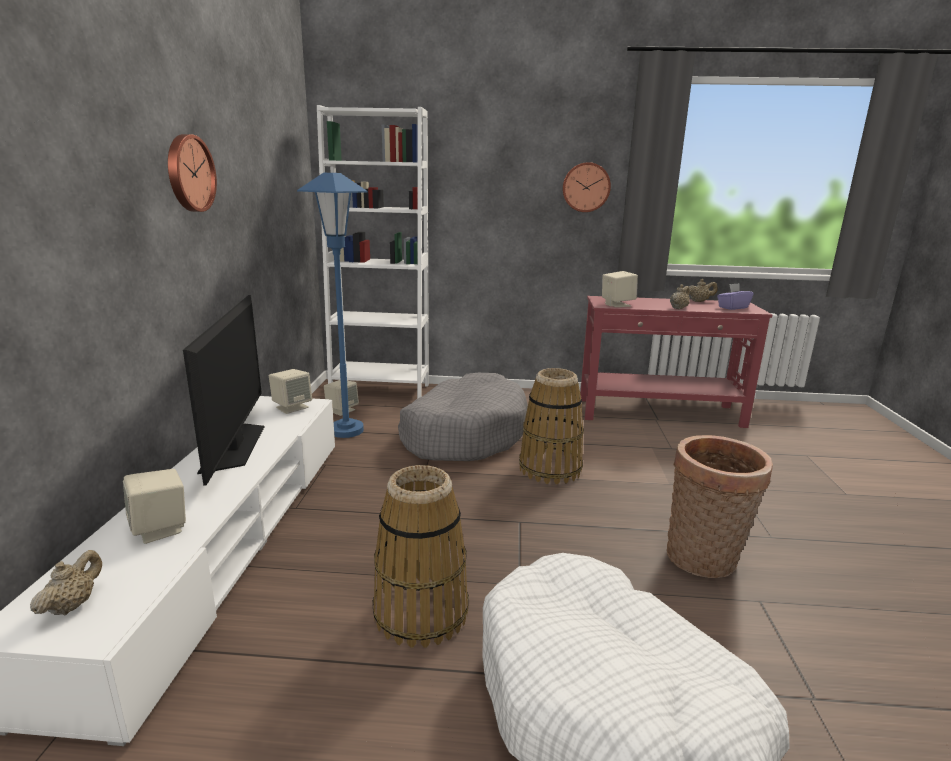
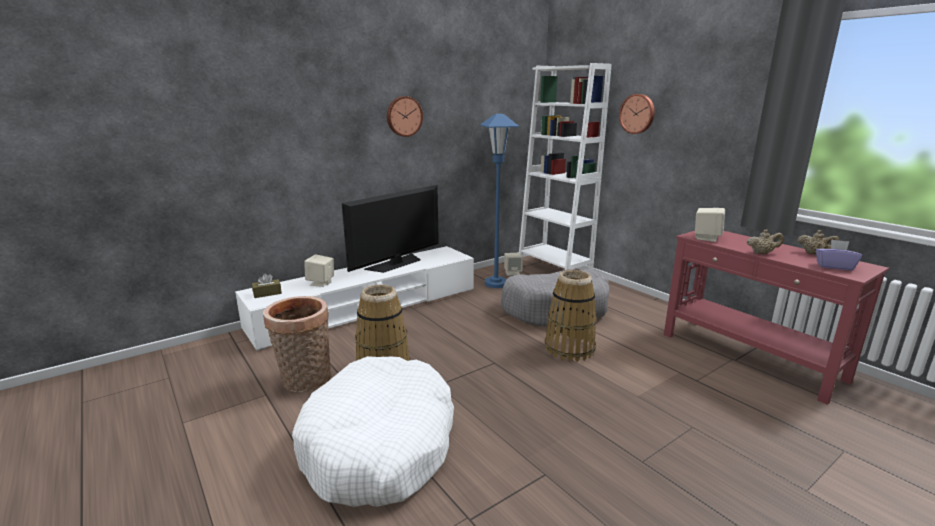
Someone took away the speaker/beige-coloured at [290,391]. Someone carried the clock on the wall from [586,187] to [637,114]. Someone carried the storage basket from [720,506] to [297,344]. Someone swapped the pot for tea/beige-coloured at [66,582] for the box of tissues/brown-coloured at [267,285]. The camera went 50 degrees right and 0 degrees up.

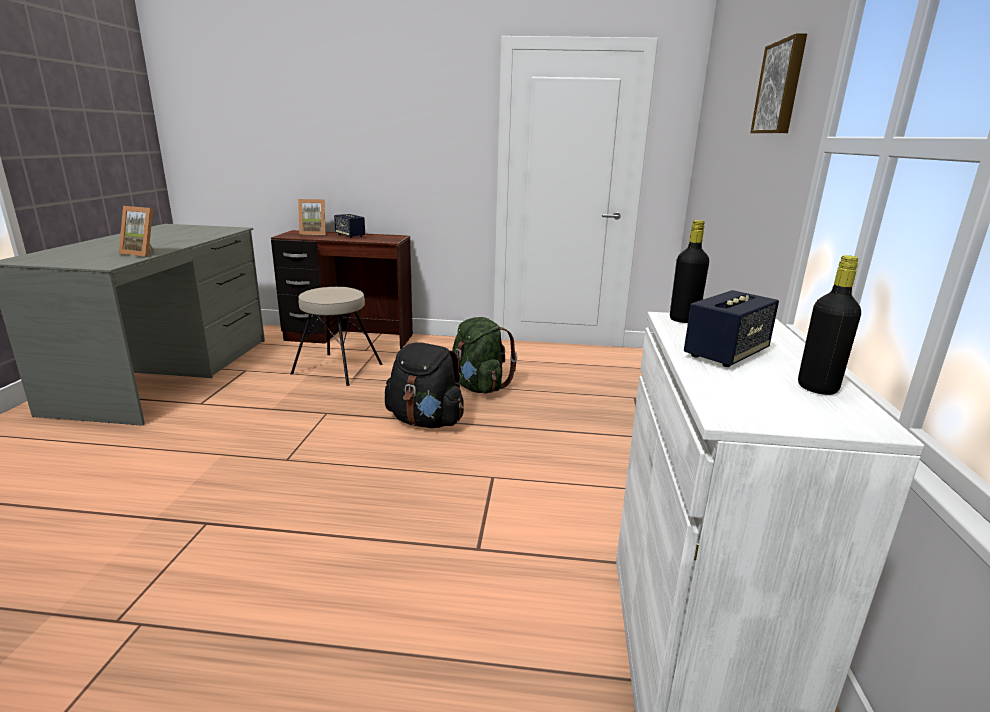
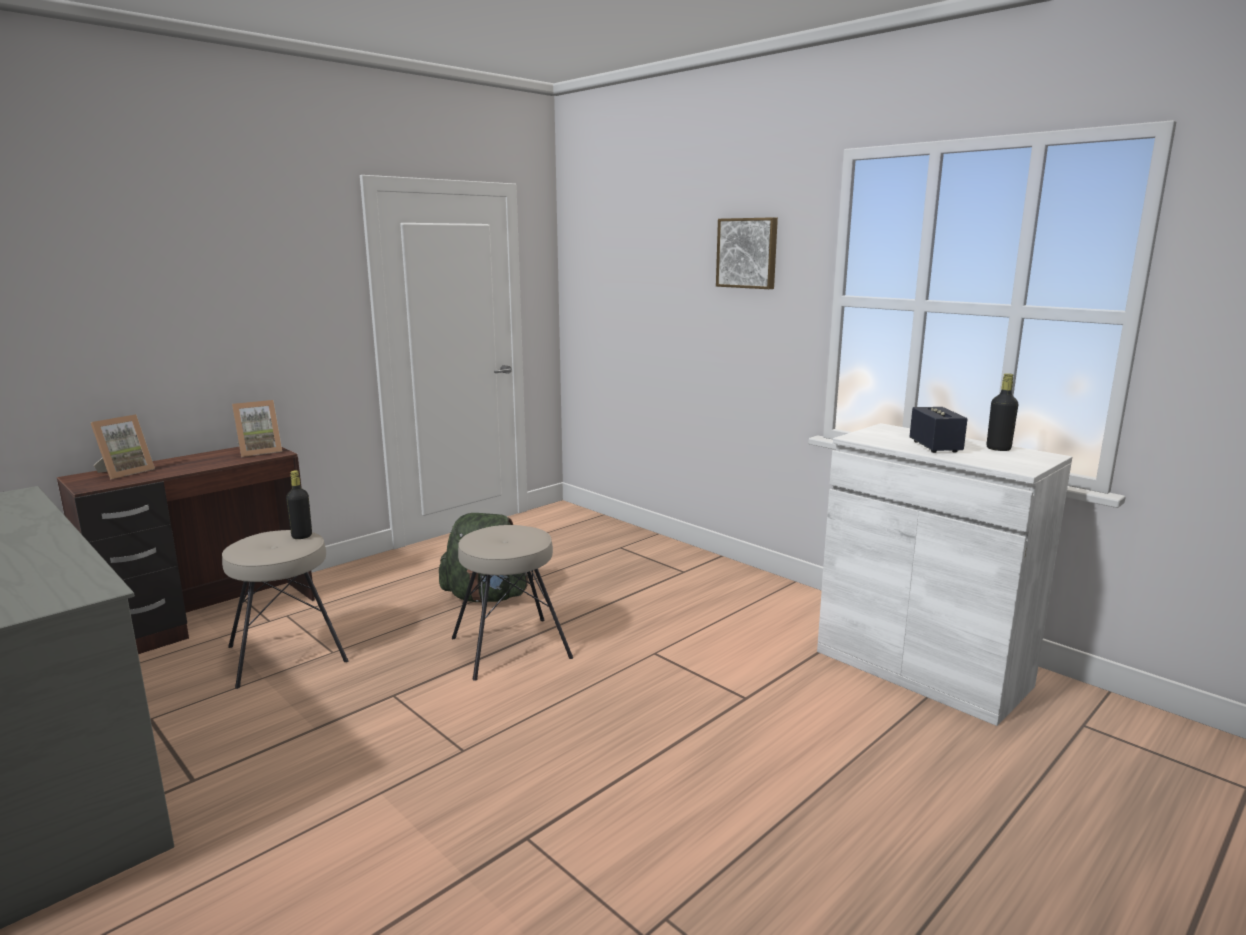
Someone took away the speaker at [349,226]. Someone carried the photo frame from [136,231] to [257,428]. Someone carried the beverage bottle/black-coloured from [689,271] to [299,504]. Someone swapped the rucksack/black-coloured at [424,385] for the stool/beige-coloured at [512,603]. The camera went 50 degrees left and 5 degrees down.

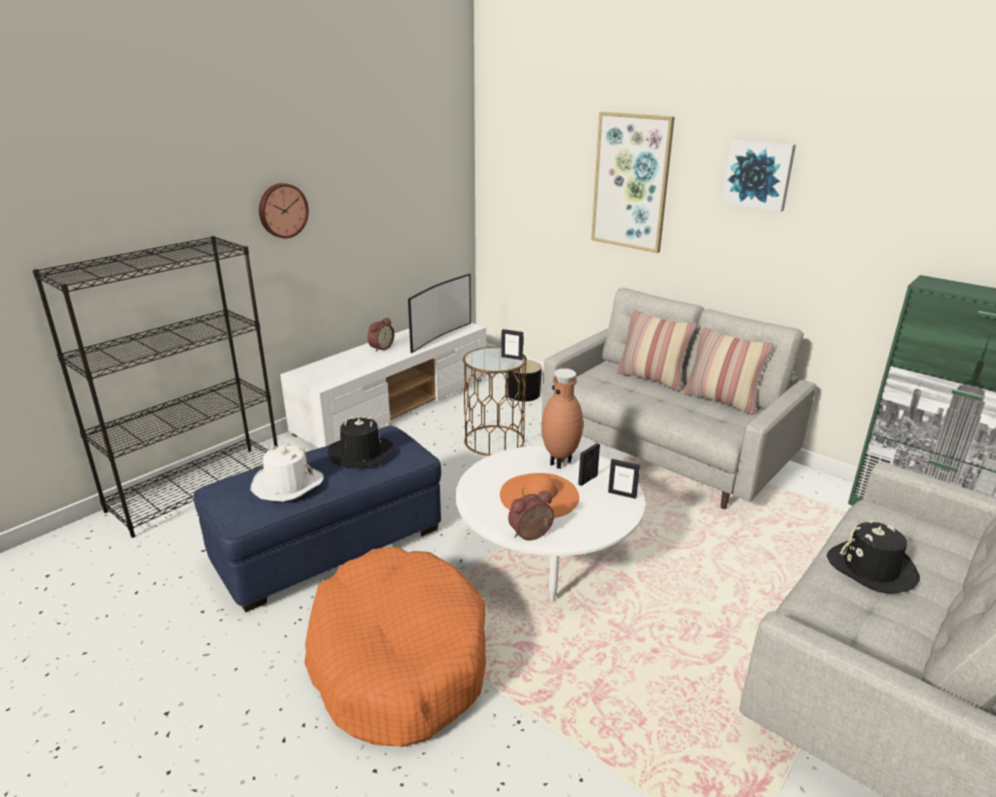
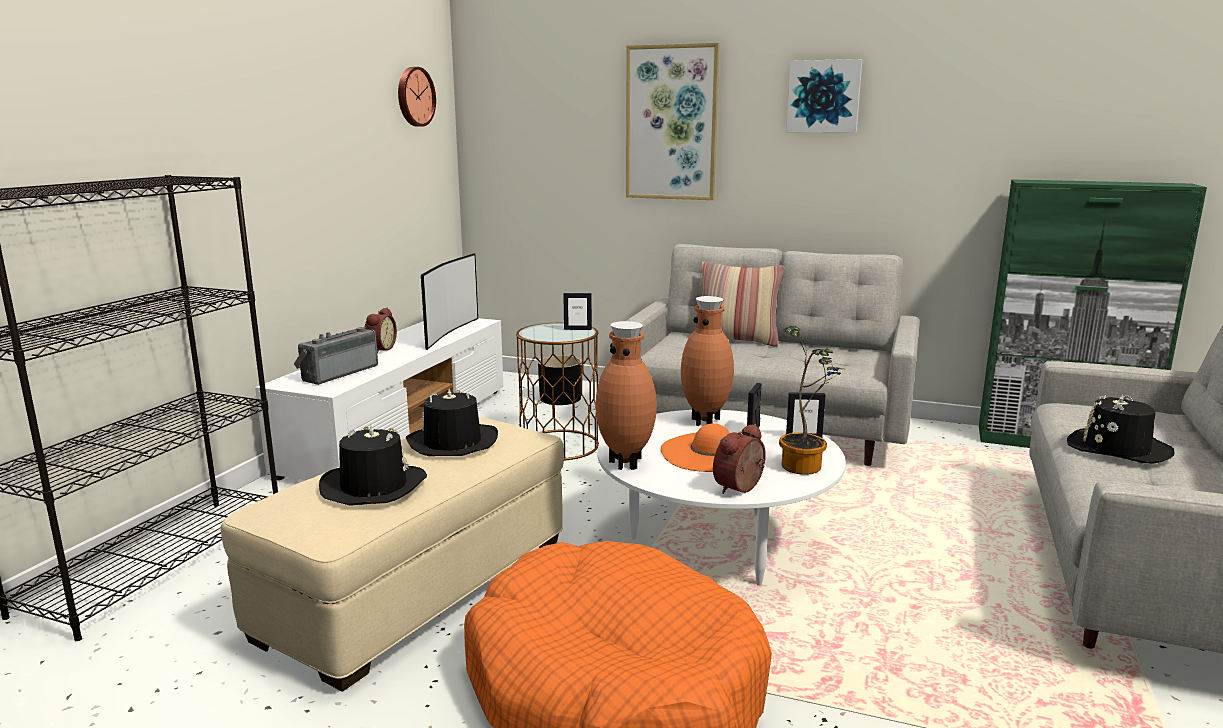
Someone took away the throw pillow at [728,371]. Someone put down the radio receiver at [336,356]. Someone put down the flower vase/brown-coloured at [626,395]. Someone put down the plant in a pot at [811,400]. Someone carried the clock on the wall from [284,210] to [417,97]. Someone repainted the pouffe/blue-coloured at [317,519], which became the pouffe/beige-coloured at [392,554]. Someone repainted the clothing hat/whitish at [287,472], which became the clothing hat/black-coloured at [373,466]. The camera went 20 degrees left and 10 degrees down.

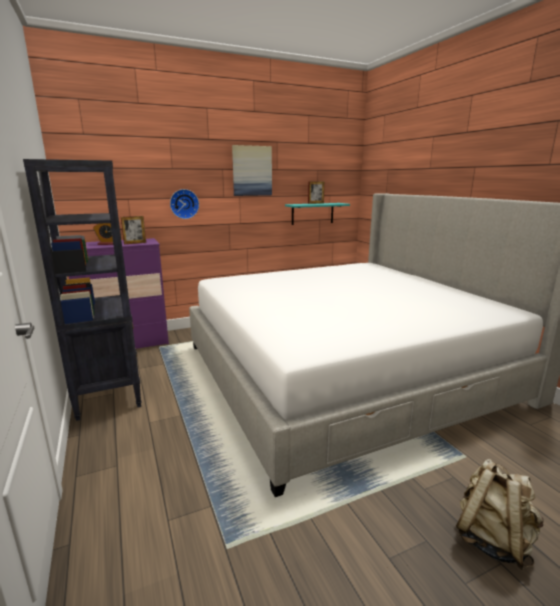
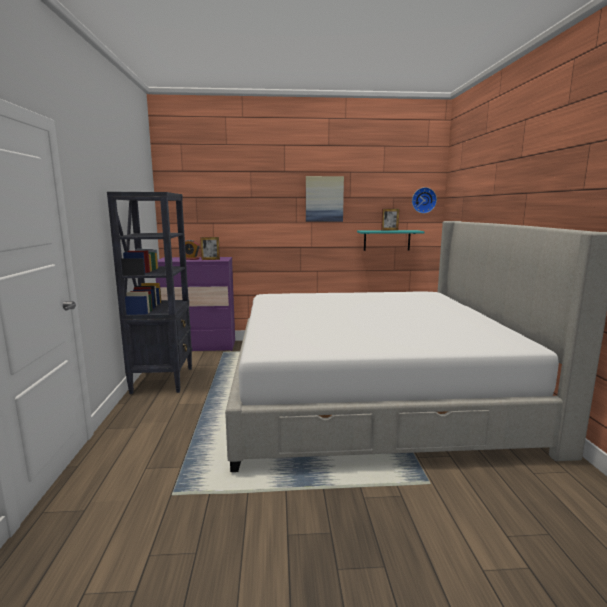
Someone took away the rucksack/beige-coloured at [500,514]. Someone carried the clock on the wall from [184,204] to [424,200]. The camera went 20 degrees right and 5 degrees down.

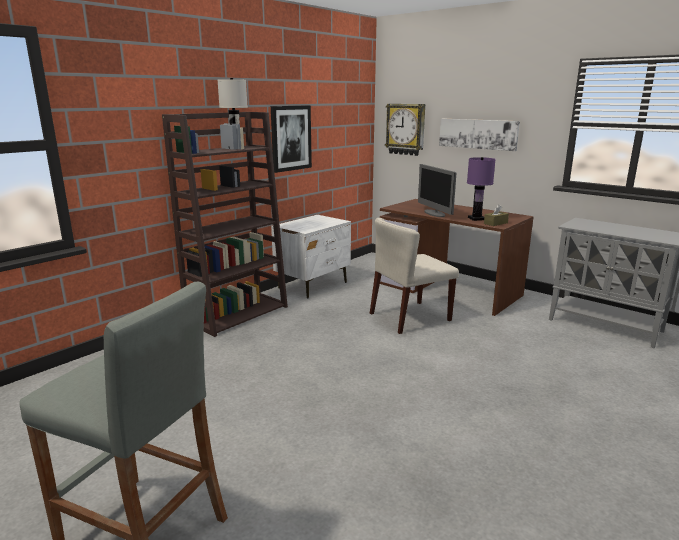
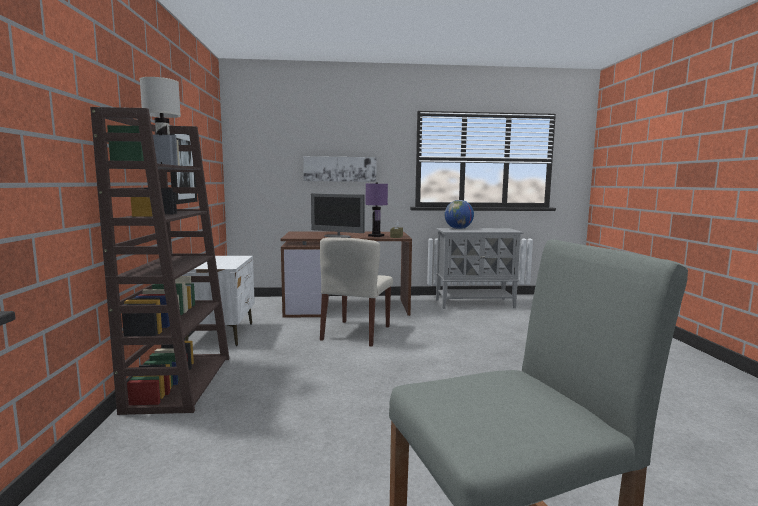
Someone took away the clock on the wall at [405,130]. Someone put down the globe at [459,214]. The camera went 45 degrees left and 10 degrees down.

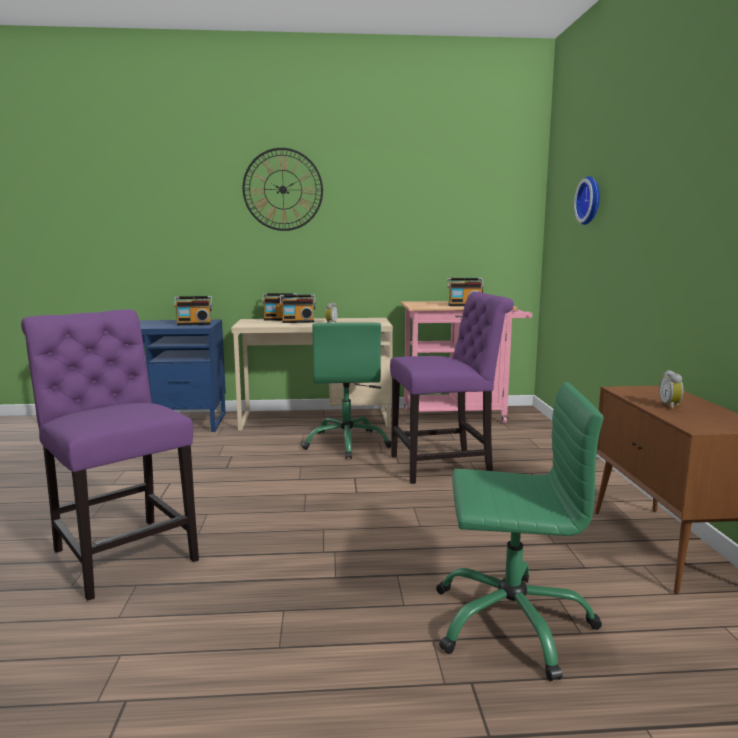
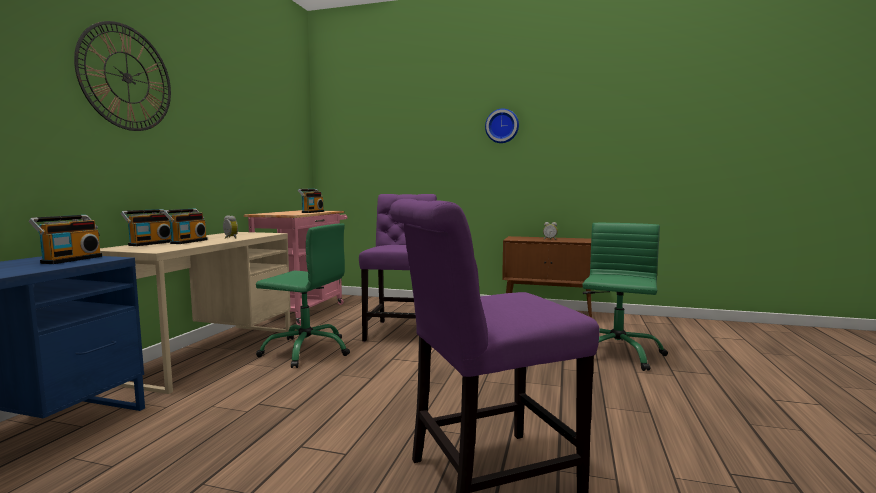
Someone carried the clock on the wall from [587,200] to [502,126]. The camera went 70 degrees left and 5 degrees down.

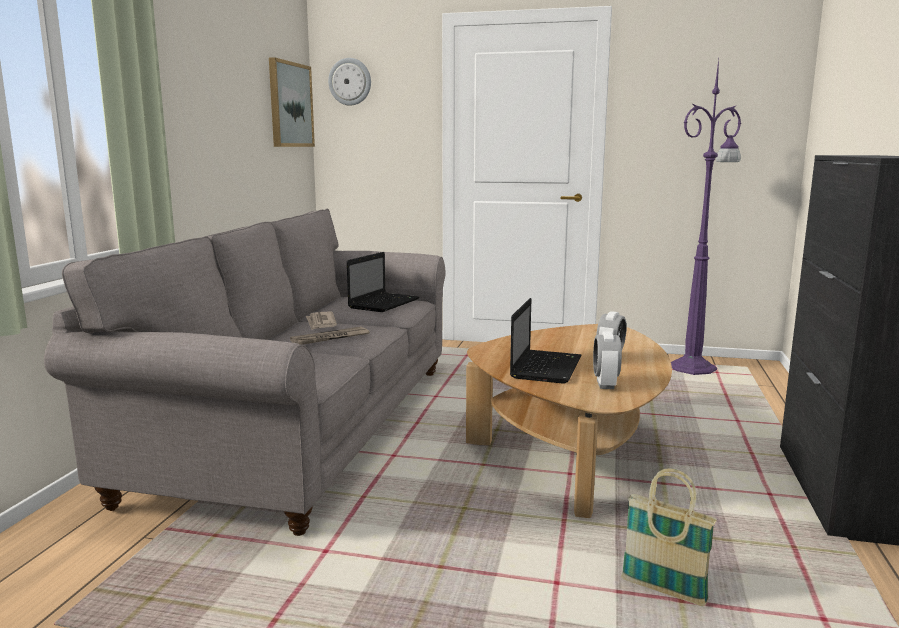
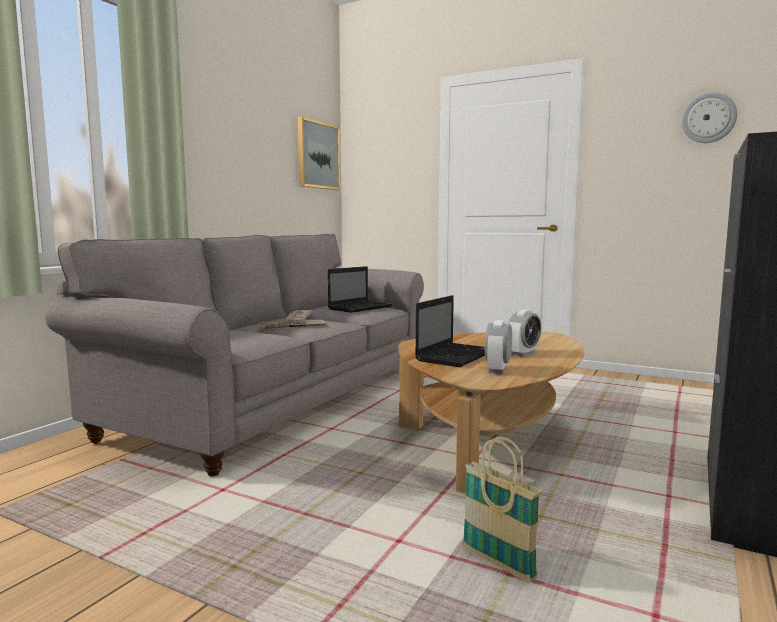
Someone took away the standing lamp/purplish at [706,217]. Someone carried the clock on the wall from [349,82] to [709,117]. The camera went 15 degrees right and 5 degrees down.

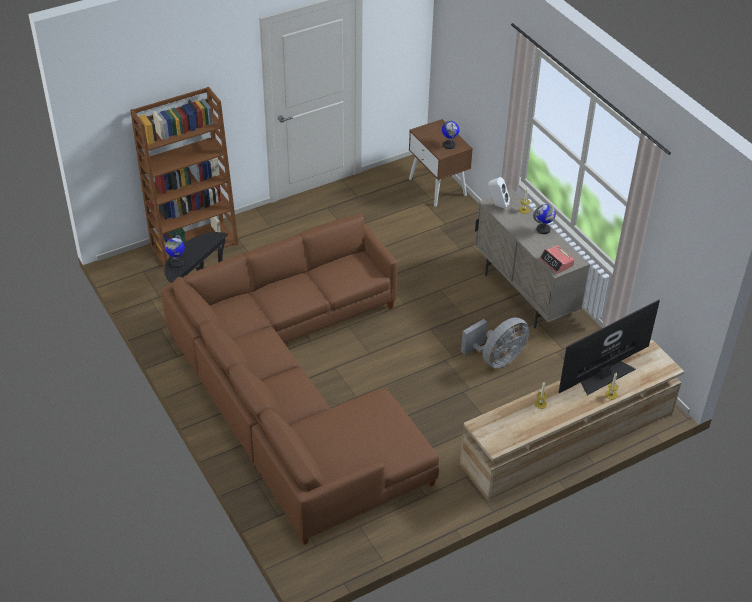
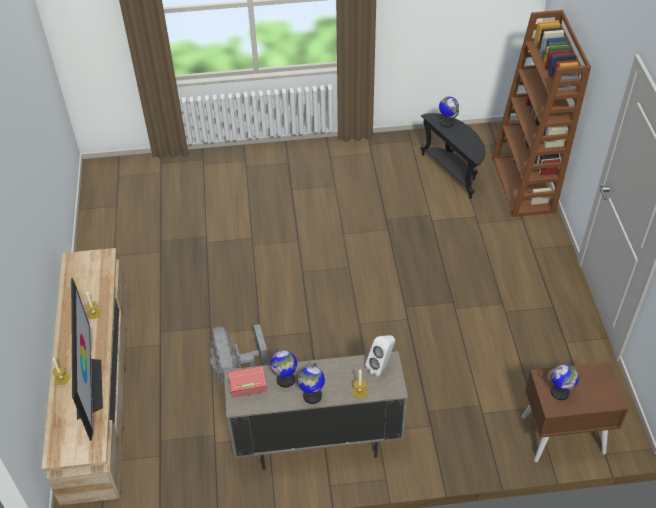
Someone took away the couch/brown-coloured at [300,379]. Someone put down the globe at [284,368]. The camera went 115 degrees right and 5 degrees up.

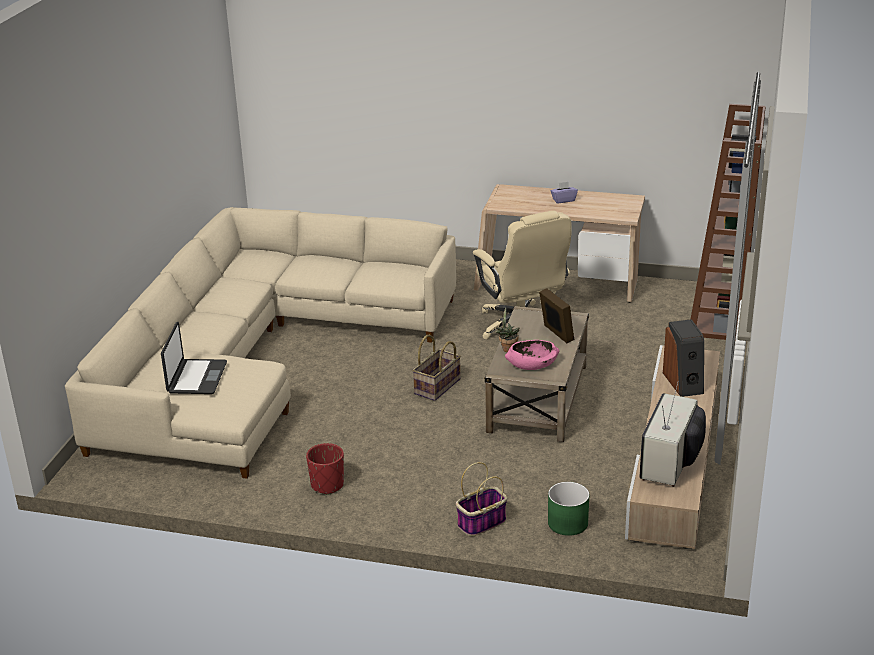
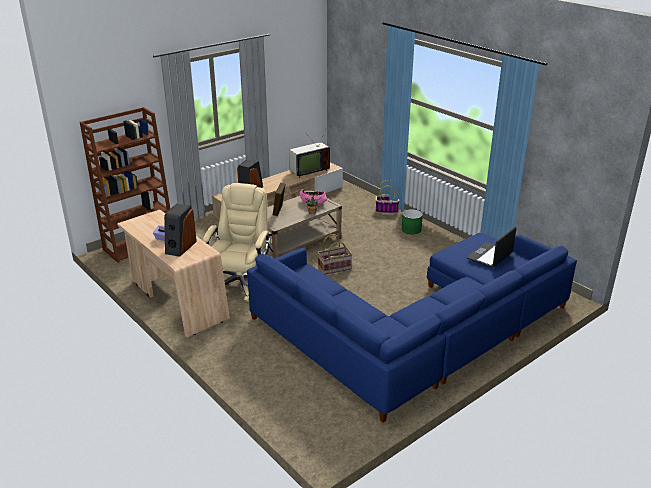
Someone took away the flower pot/red-coloured at [325,469]. Someone put down the speaker at [180,230]. Someone carried the flower pot/green from [568,509] to [412,222]. Someone repainted the couch/beige-coloured at [260,343], which became the couch/blue-coloured at [412,327]. The camera went 145 degrees left and 0 degrees up.

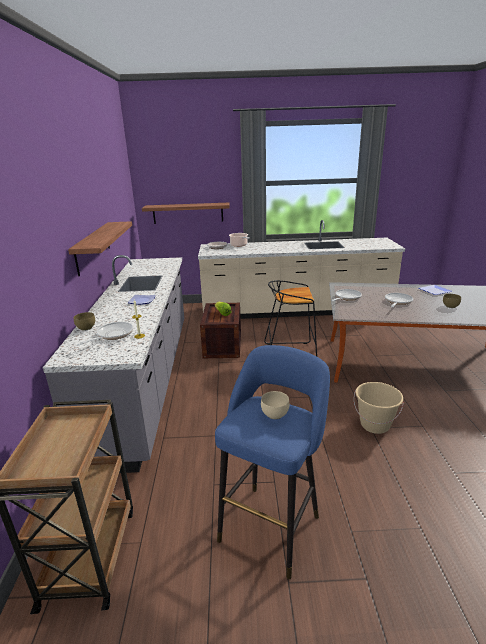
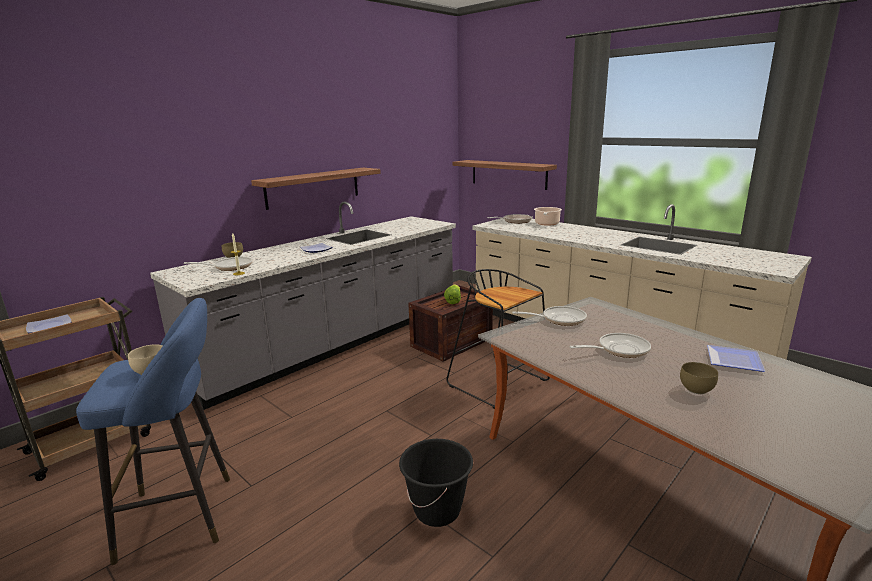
Someone put down the dinner plate at [48,323]. Someone repainted the pail/beige-coloured at [379,408], which became the pail/black-coloured at [436,483]. The camera went 45 degrees right and 5 degrees down.

